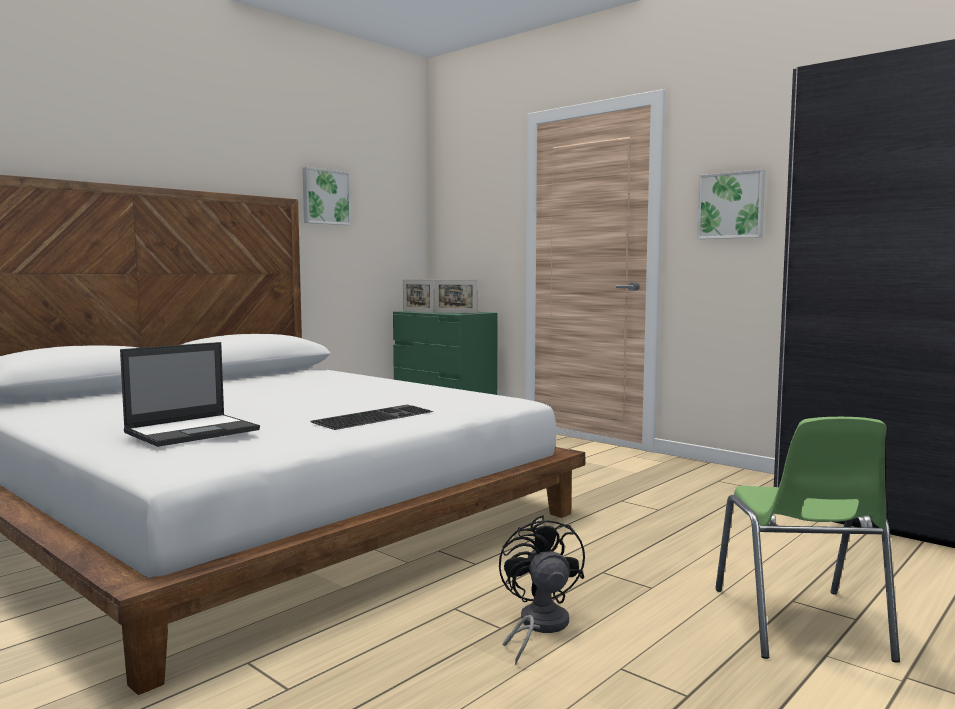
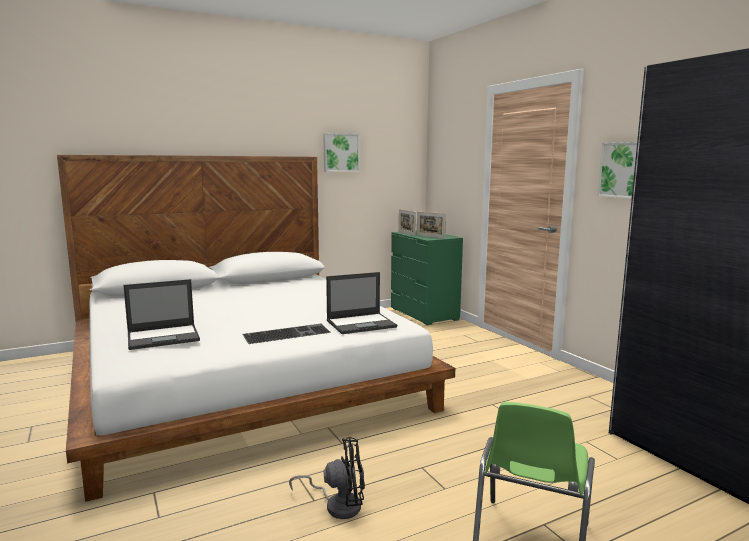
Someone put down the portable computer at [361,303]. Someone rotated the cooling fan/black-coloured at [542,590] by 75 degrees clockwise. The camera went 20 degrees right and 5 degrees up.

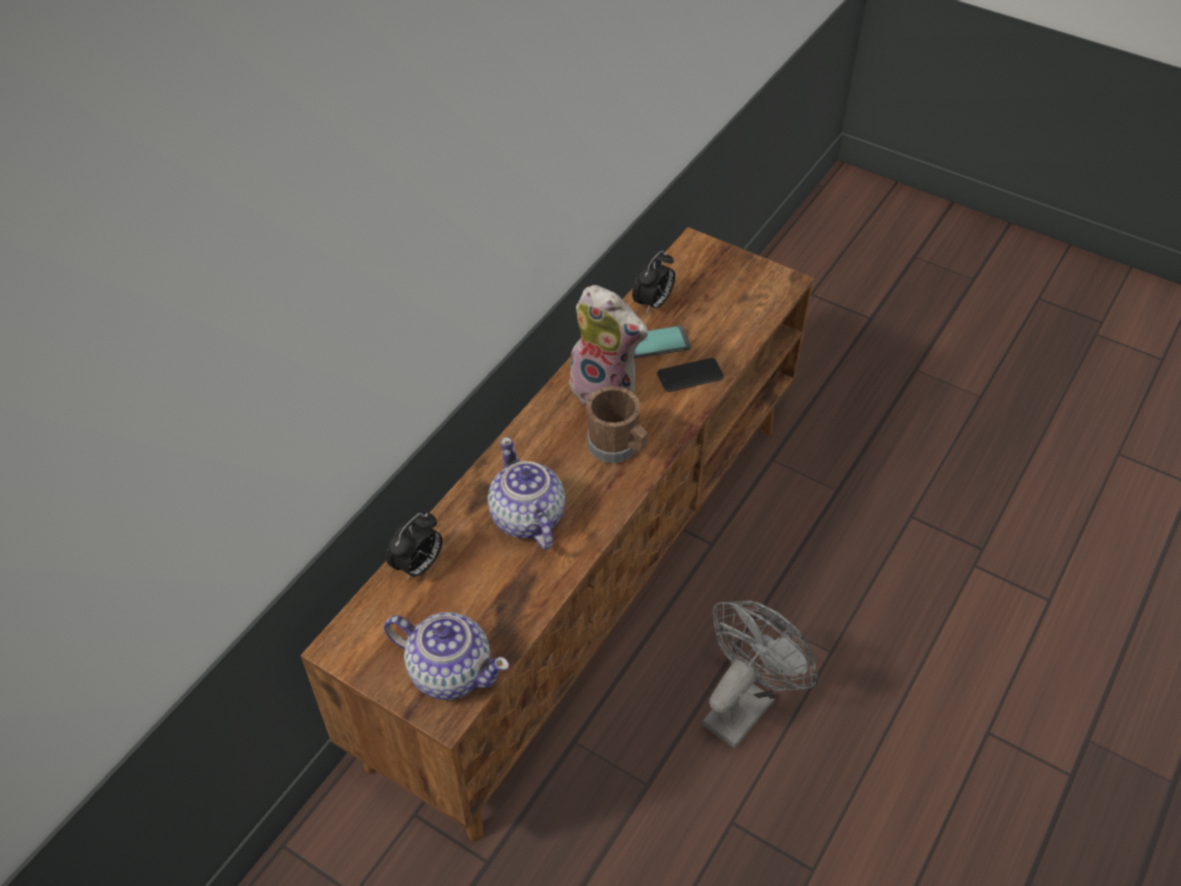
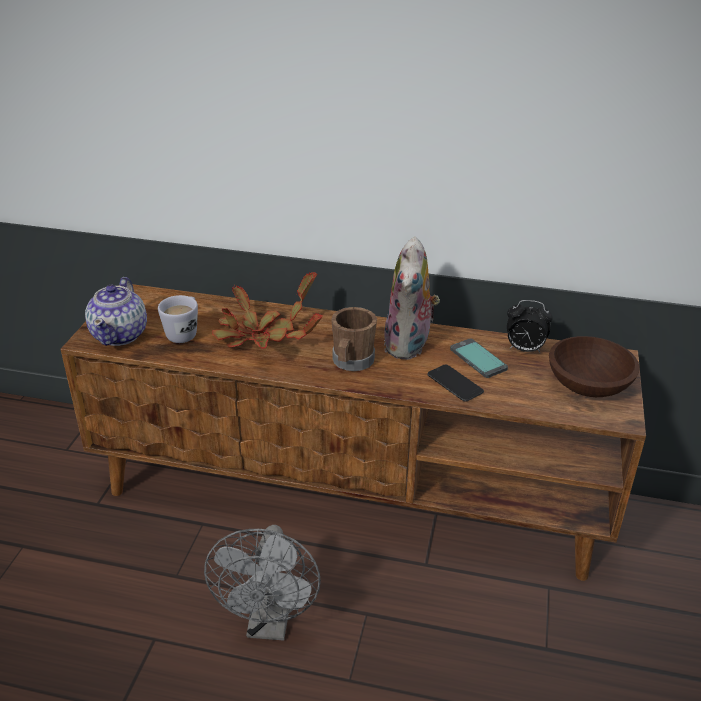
Someone took away the table clock at [414,546]. Someone put down the mug/whitish at [178,319]. Someone put down the serving bowl/brown-coloured at [594,366]. Someone swapped the pot for tea at [526,493] for the plant in a pot at [267,310]. Someone rotated the cooling fan/grey at [760,674] by 75 degrees clockwise. The camera went 70 degrees right and 15 degrees down.

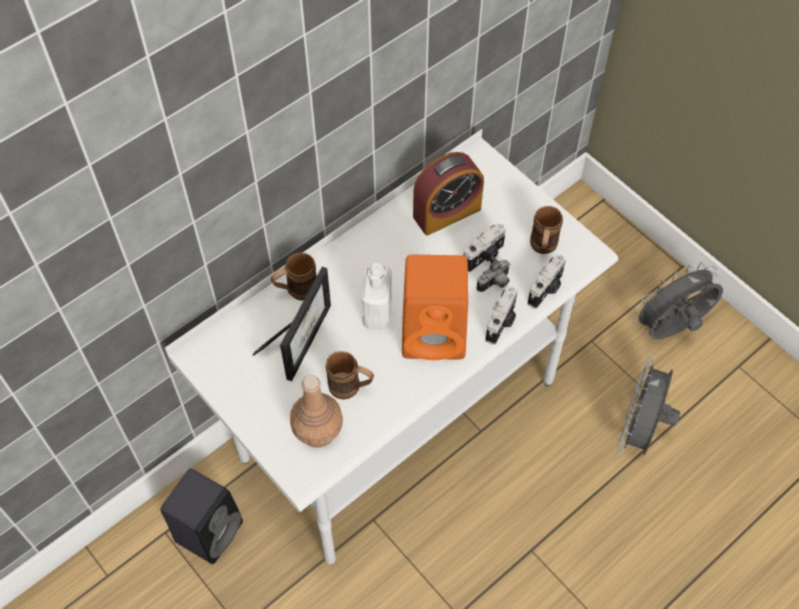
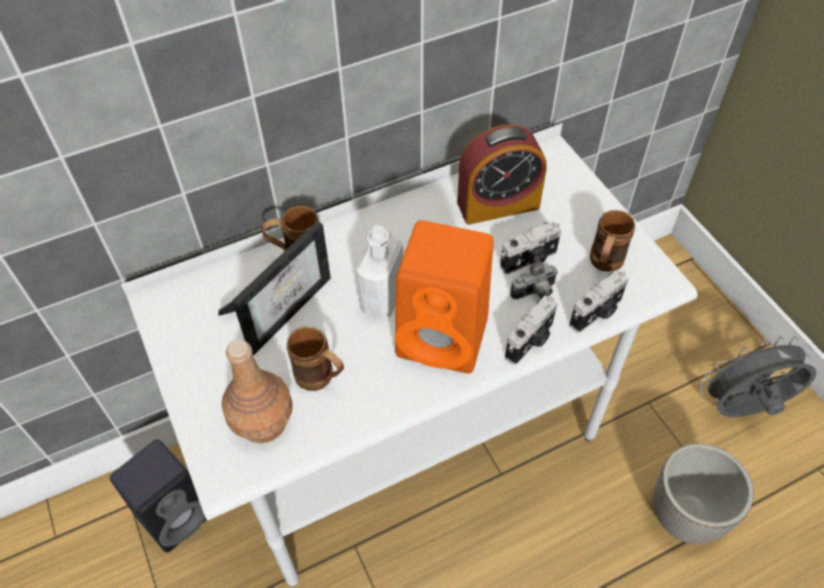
Someone swapped the cooling fan/grey at [648,405] for the flower pot at [703,493]. The camera went 15 degrees right and 5 degrees down.

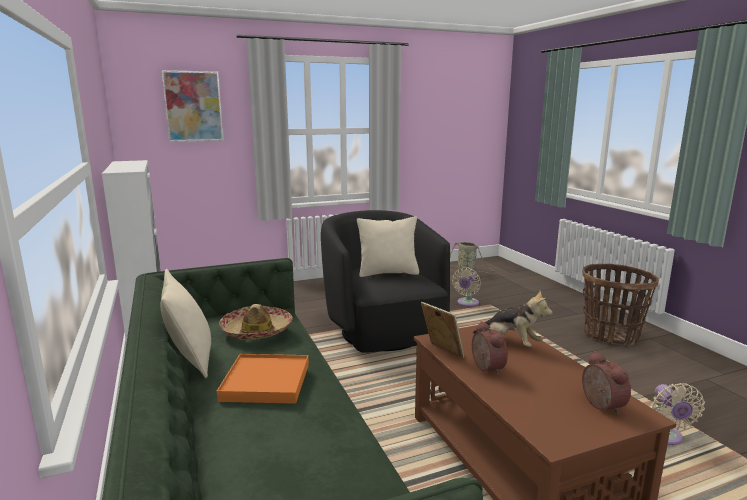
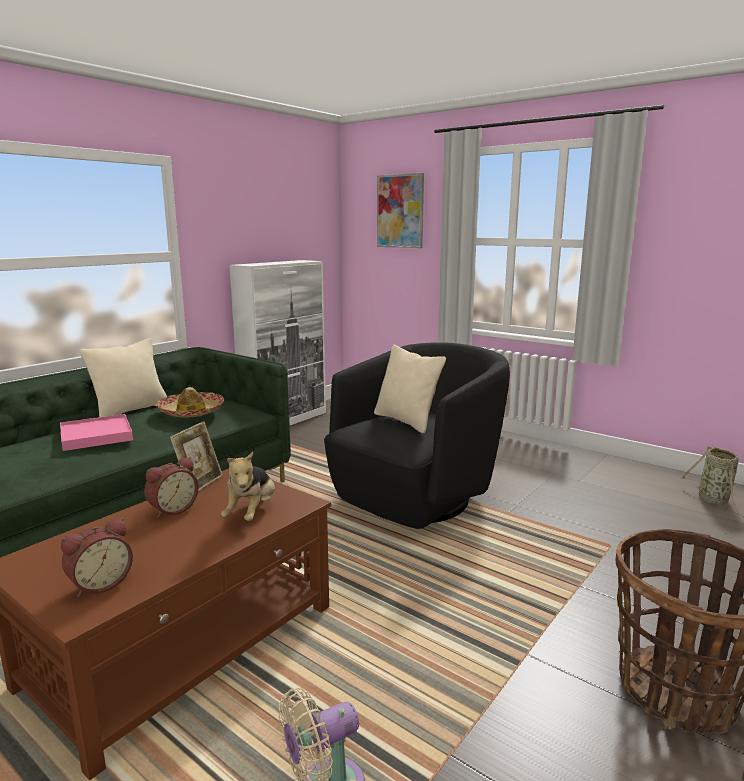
Someone took away the cooling fan/beige-coloured at [466,287]. Someone repainted the serving tray/orange-coloured at [263,379], which became the serving tray/pink at [96,432]. The camera went 60 degrees right and 0 degrees up.

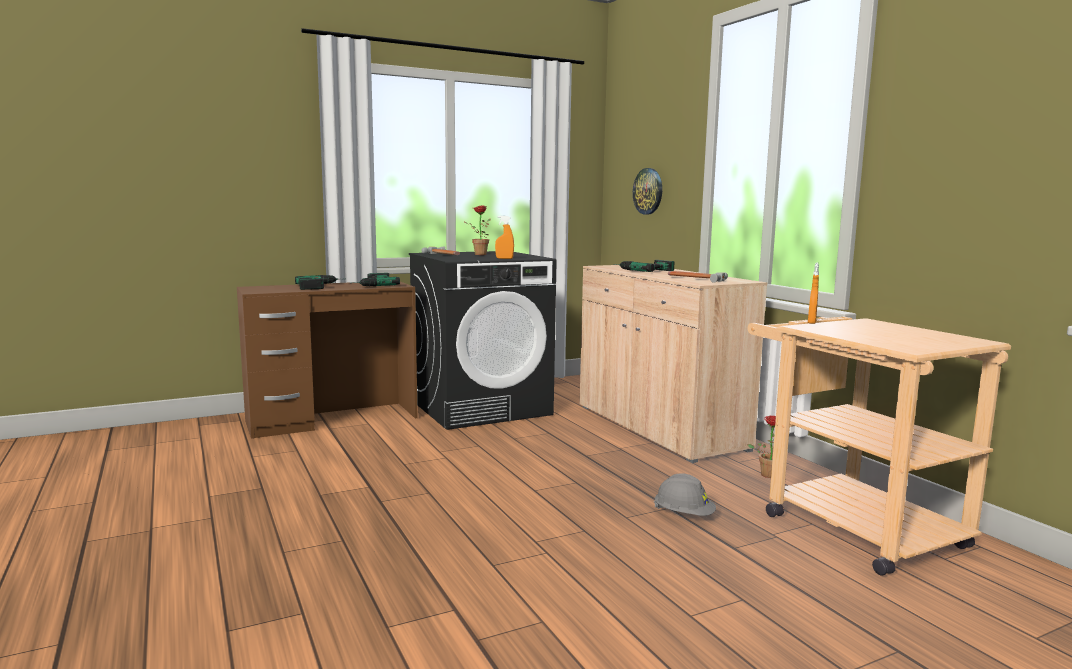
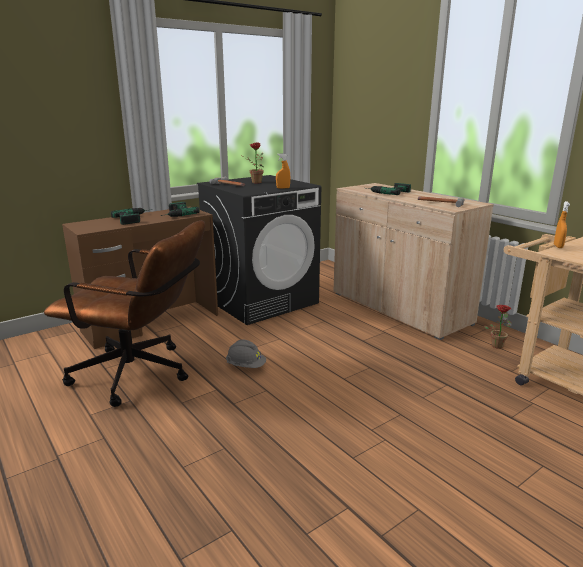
Someone took away the clock on the wall at [647,191]. Someone put down the office chair/brown-coloured at [124,313]. Someone carried the hard hat/grey from [685,494] to [246,354]. The camera went 10 degrees left and 10 degrees up.

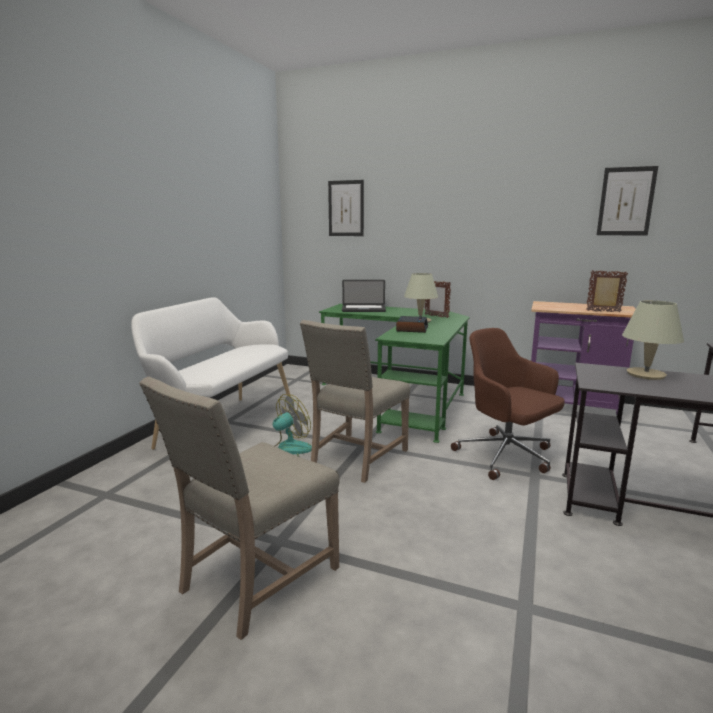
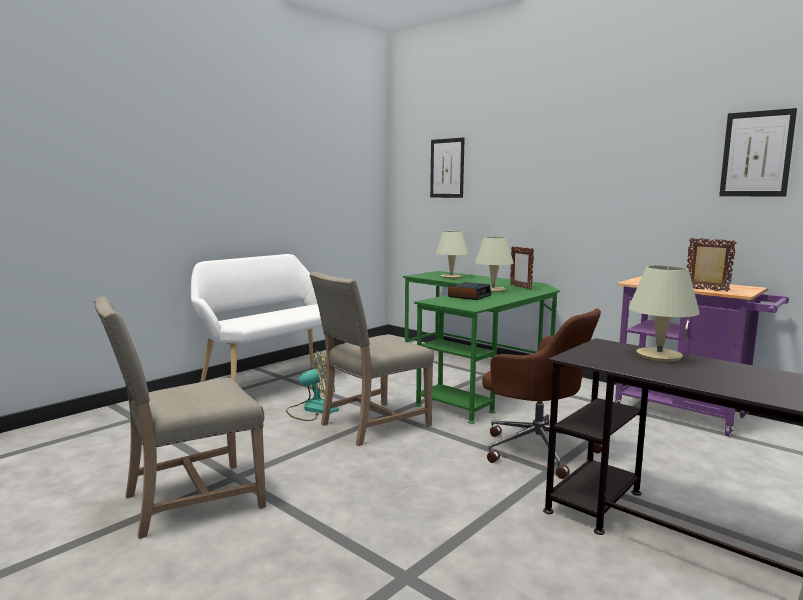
Someone swapped the portable computer at [364,296] for the lamp for a table/beige-coloured at [452,255]. Someone rotated the office chair/brown-coloured at [508,404] by 150 degrees clockwise. The camera went 20 degrees right and 5 degrees down.

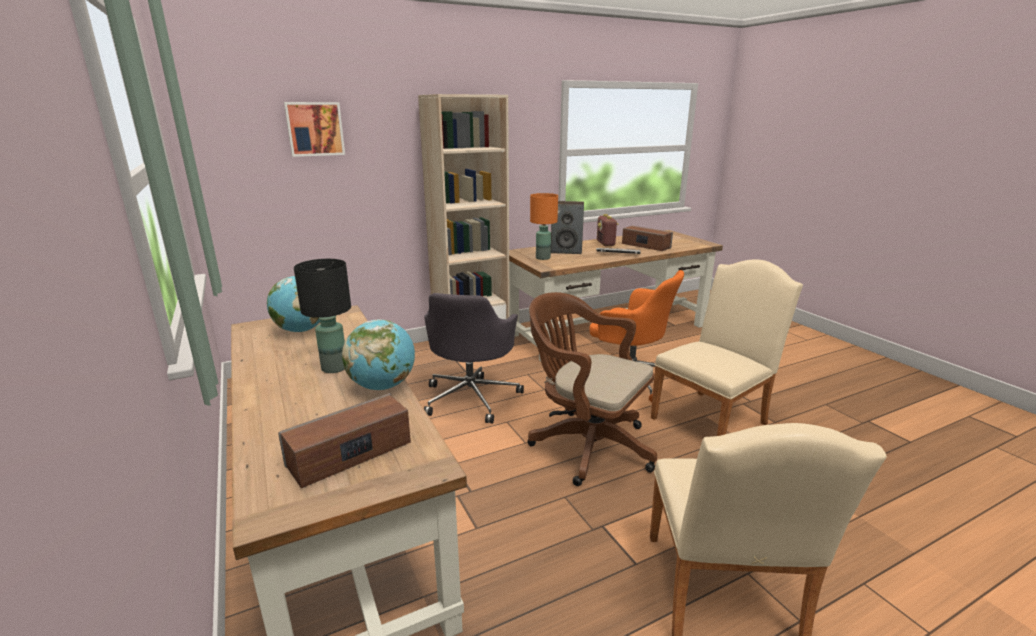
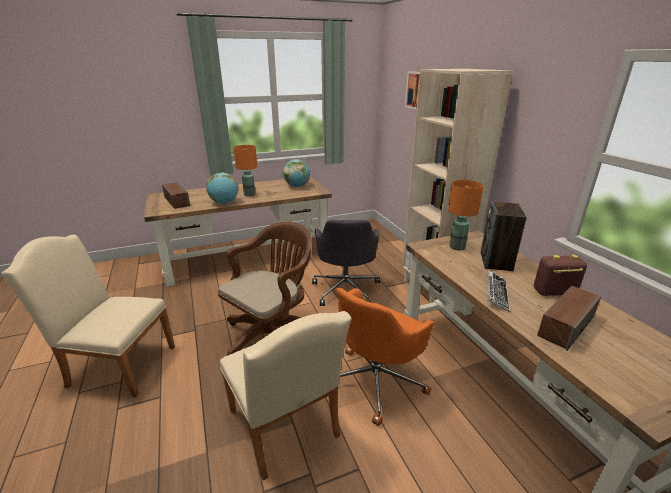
Someone repainted the lamp for a table/black-coloured at [322,316], which became the lamp for a table/orange-coloured at [245,171]. Someone rotated the office chair/grey at [474,358] by 105 degrees counterclockwise. The camera went 95 degrees right and 5 degrees up.

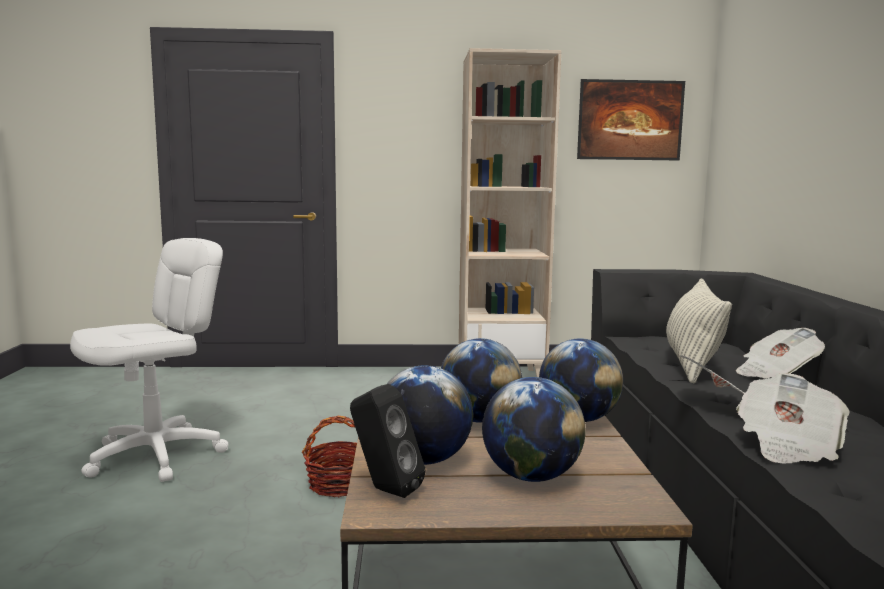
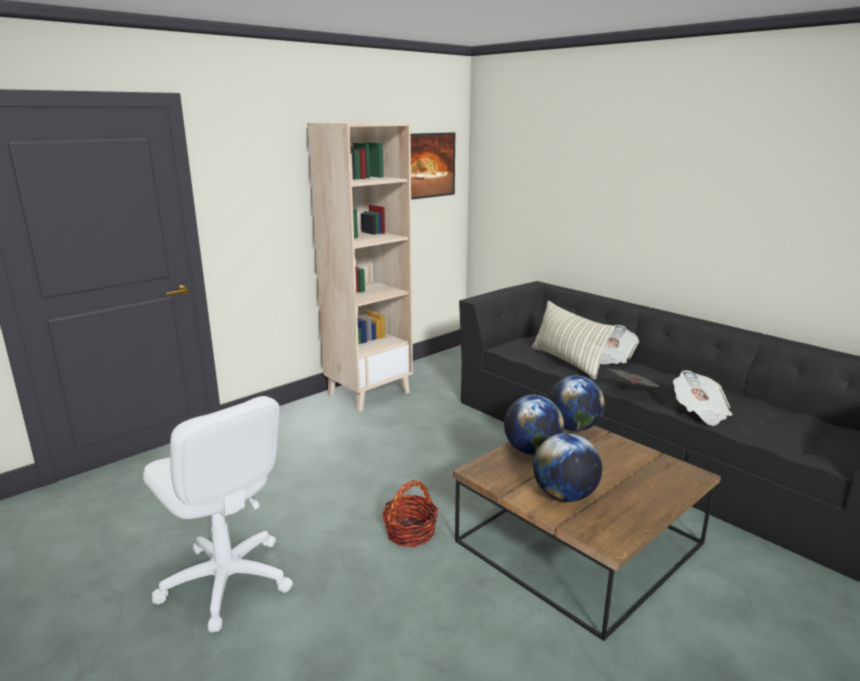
Someone took away the speaker/black-coloured at [388,441]. Someone took away the globe at [534,429]. Someone rotated the office chair/whitish at [149,360] by 135 degrees clockwise. The camera went 40 degrees left and 10 degrees up.

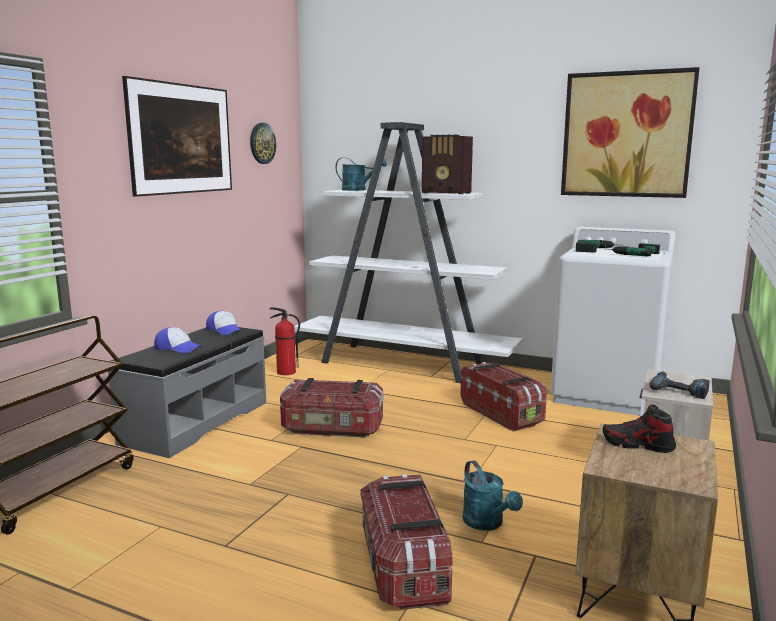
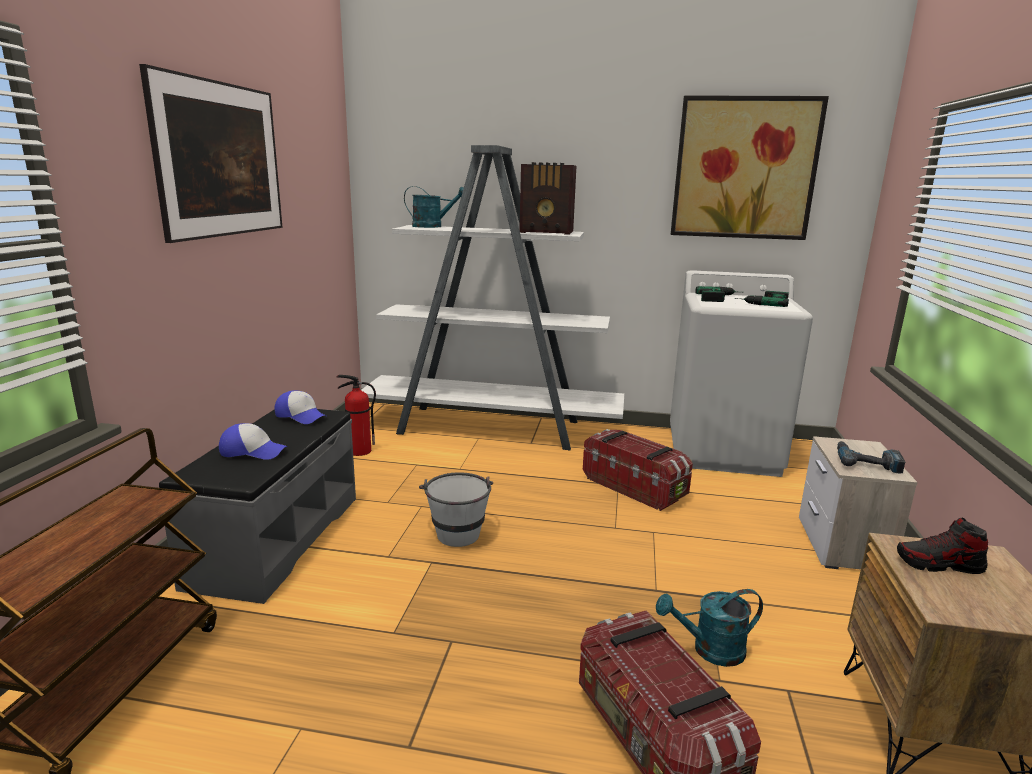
Someone took away the clock on the wall at [263,143]. Someone swapped the storage box at [331,407] for the pail/whitish at [456,509]. Someone rotated the watering pot/blue-green at [493,495] by 120 degrees clockwise. The camera went 15 degrees left and 5 degrees up.

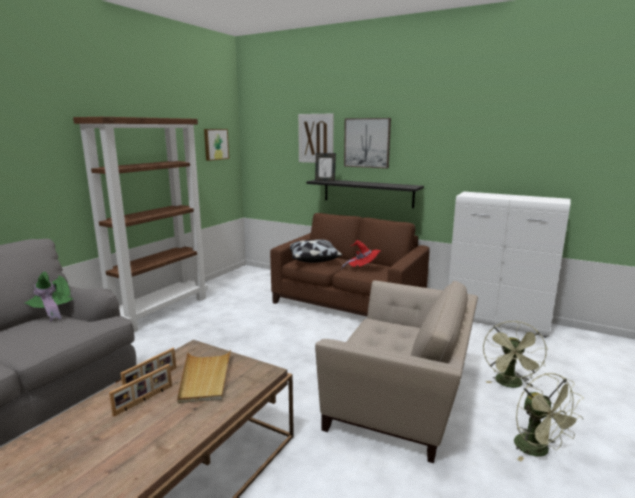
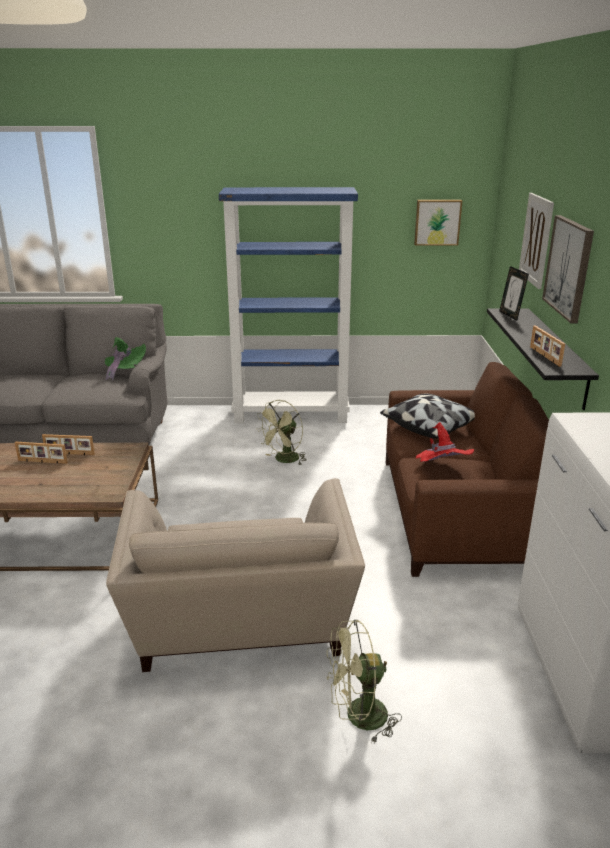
Someone took away the serving tray/beige-coloured at [204,376]. Someone put down the photo frame at [547,346]. Someone carried the cooling fan/green from [549,417] to [281,433]. Someone repainted the bookcase/brown-coloured at [140,224], which became the bookcase/blue-coloured at [288,305]. The camera went 60 degrees right and 10 degrees up.

